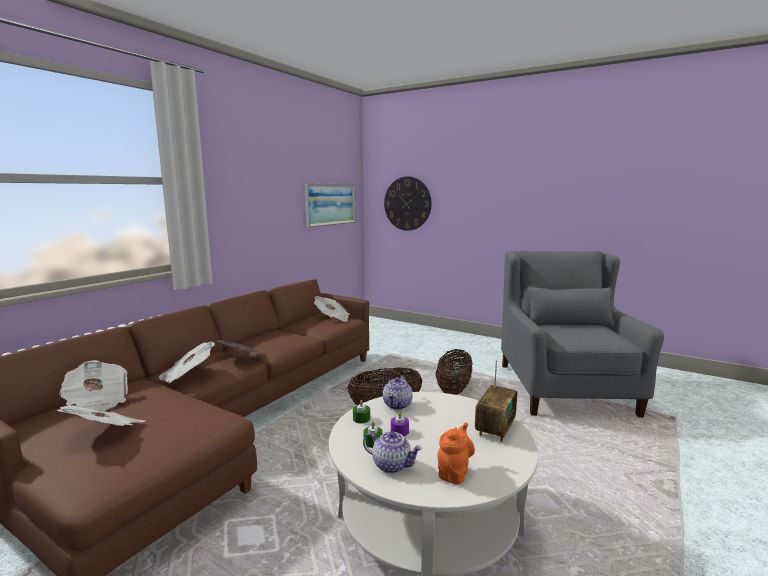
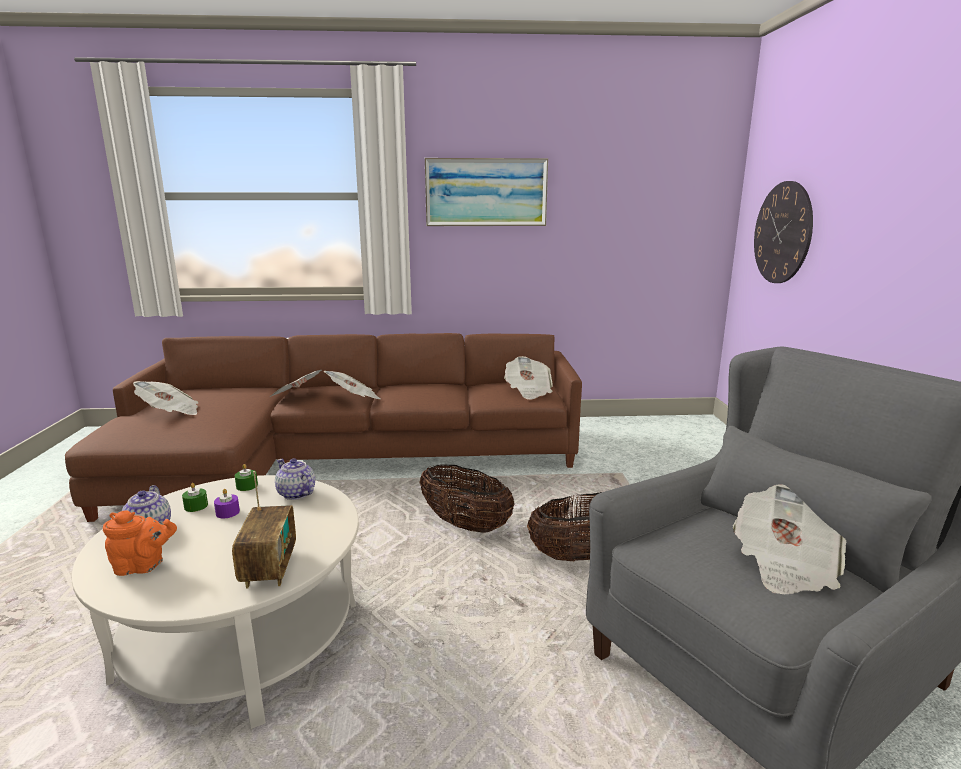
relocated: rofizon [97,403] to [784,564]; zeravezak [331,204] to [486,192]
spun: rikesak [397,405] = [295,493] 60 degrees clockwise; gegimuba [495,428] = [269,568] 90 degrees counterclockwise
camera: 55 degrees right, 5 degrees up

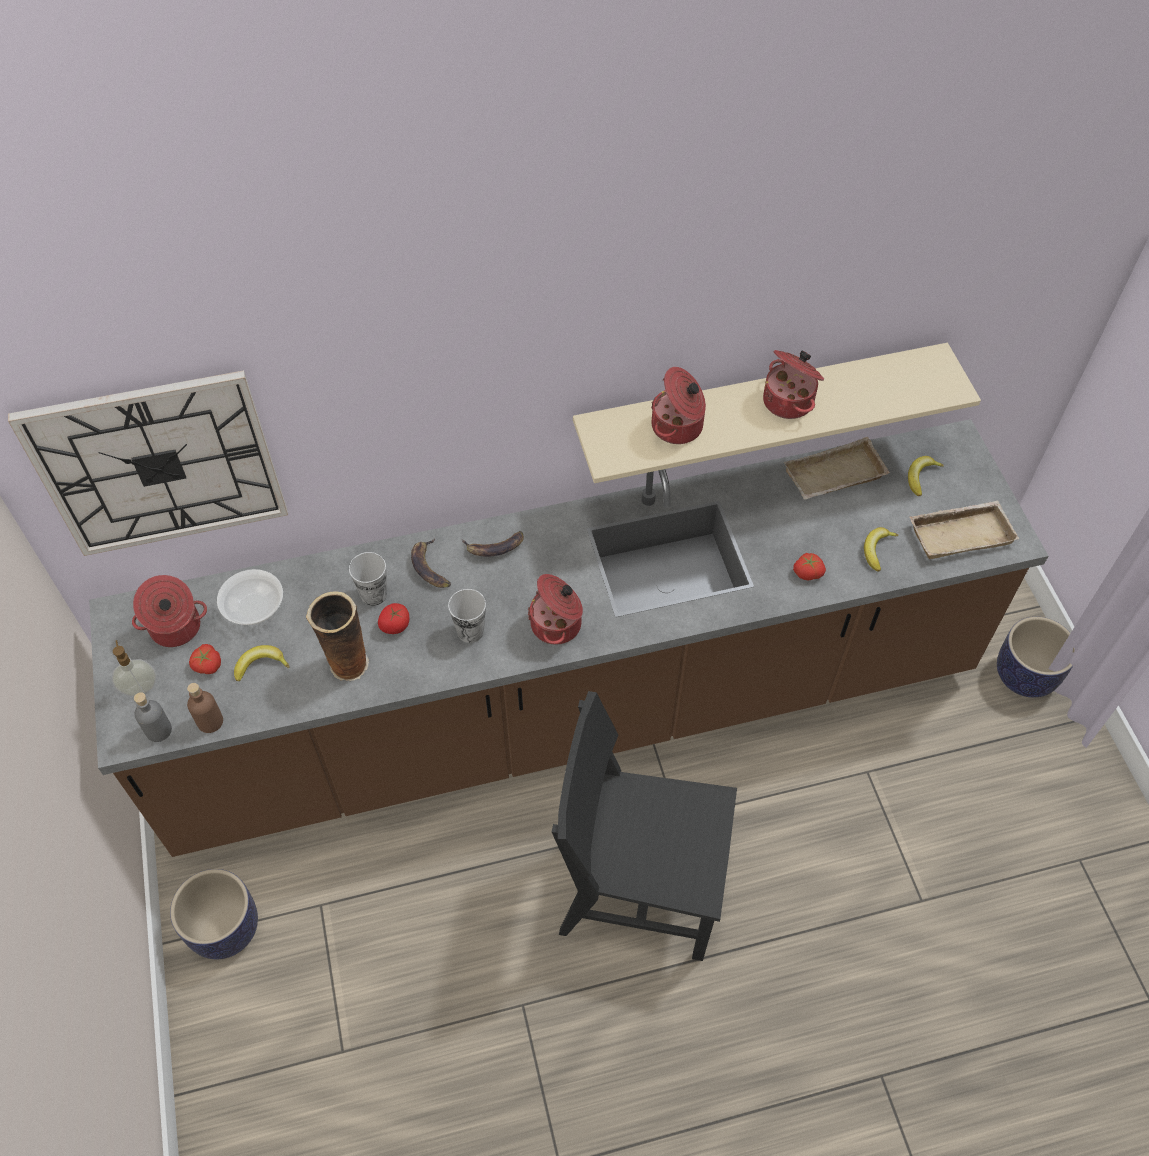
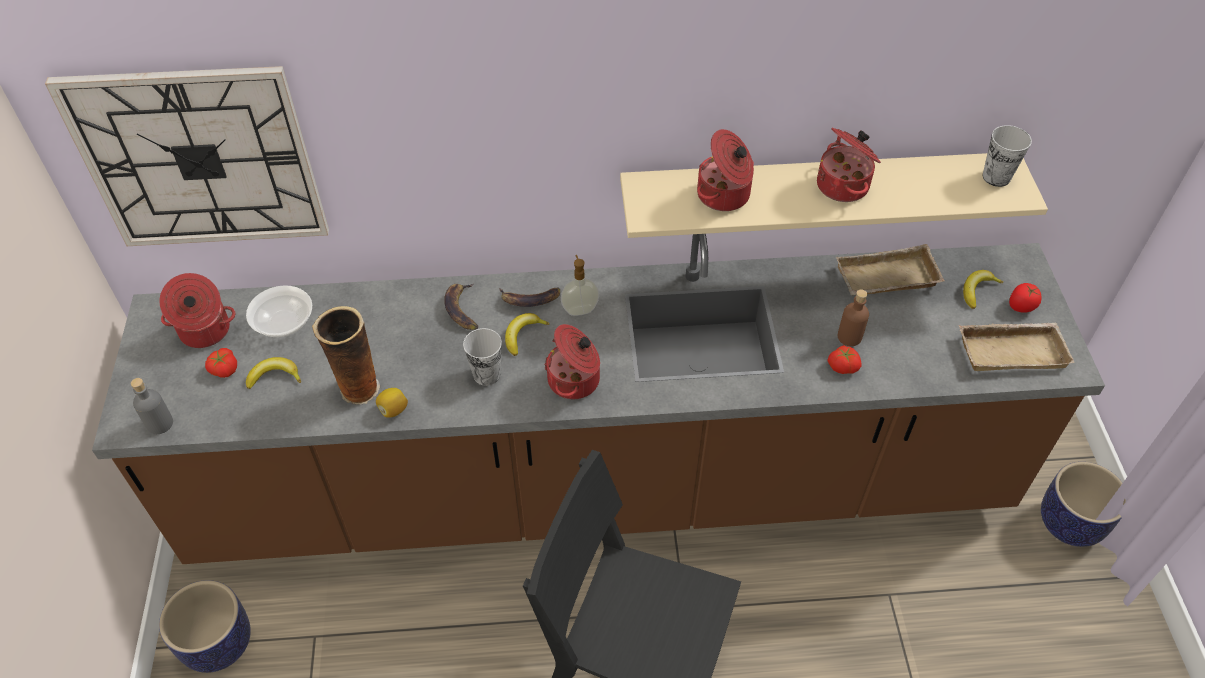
appeared: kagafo [393,410]
relocated: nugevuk [140,687] to [580,309]; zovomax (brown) [210,721] to [849,337]; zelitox [374,594] to [996,177]; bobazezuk [395,626] to [1021,306]; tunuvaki [876,550] to [523,335]
camera: 10 degrees right, 5 degrees down

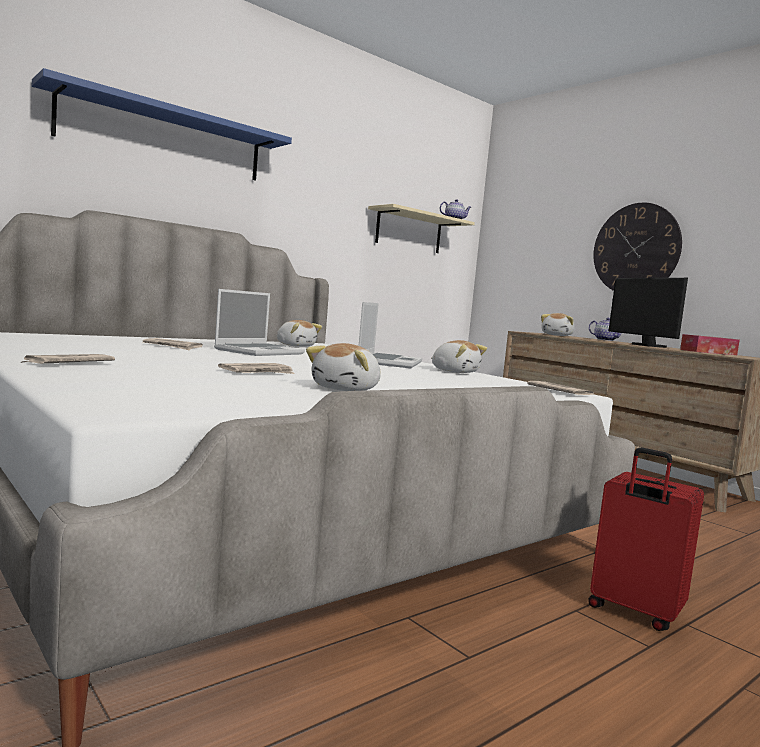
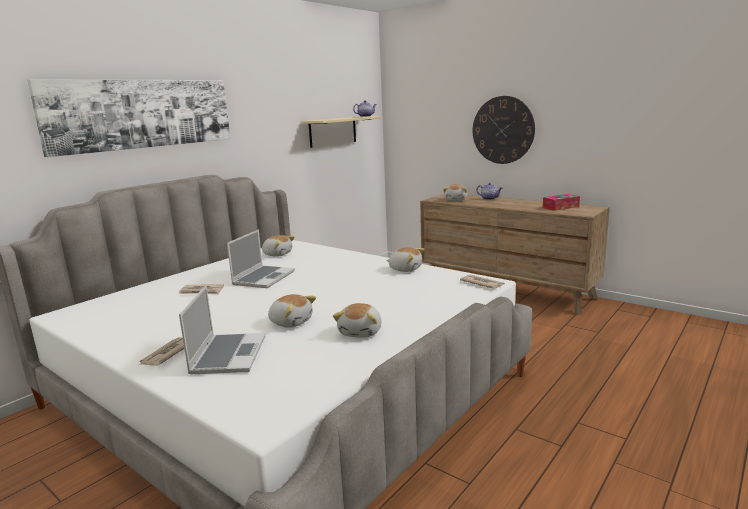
missing: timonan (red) [634,612]; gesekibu [646,345]
relocated: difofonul [389,362] to [228,355]
exchanged: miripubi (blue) [165,137] to zeravezak [142,114]; rofizon [258,372] to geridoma [291,322]
camera: 10 degrees left, 10 degrees up

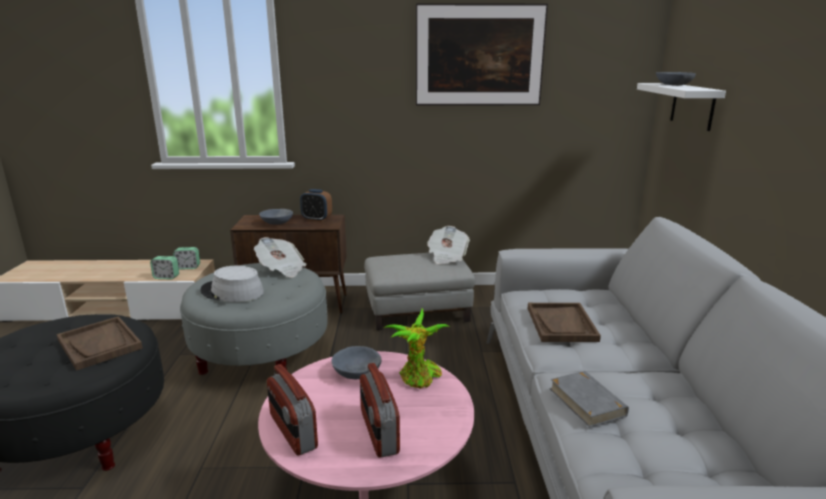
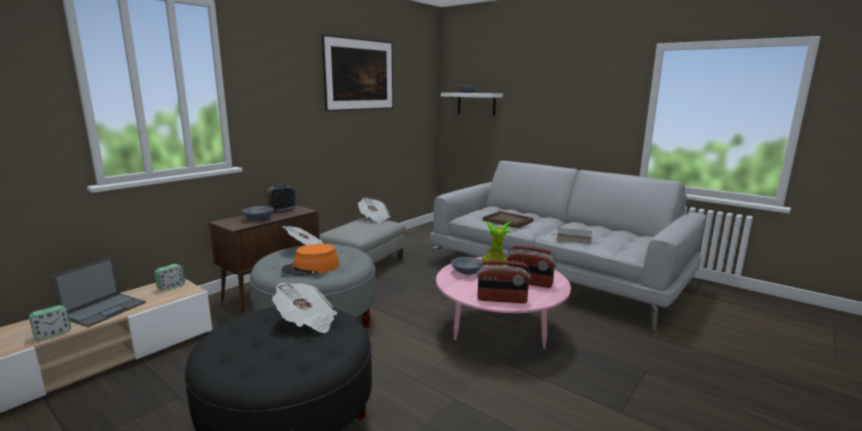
appeared: difofonul [105,309]
relocated: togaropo [166,277] to [53,334]
exchanged: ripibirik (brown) [100,344] to rofizon [307,322]
colour: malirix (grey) [232,292] to malirix (orange) [311,268]
camera: 50 degrees left, 5 degrees down

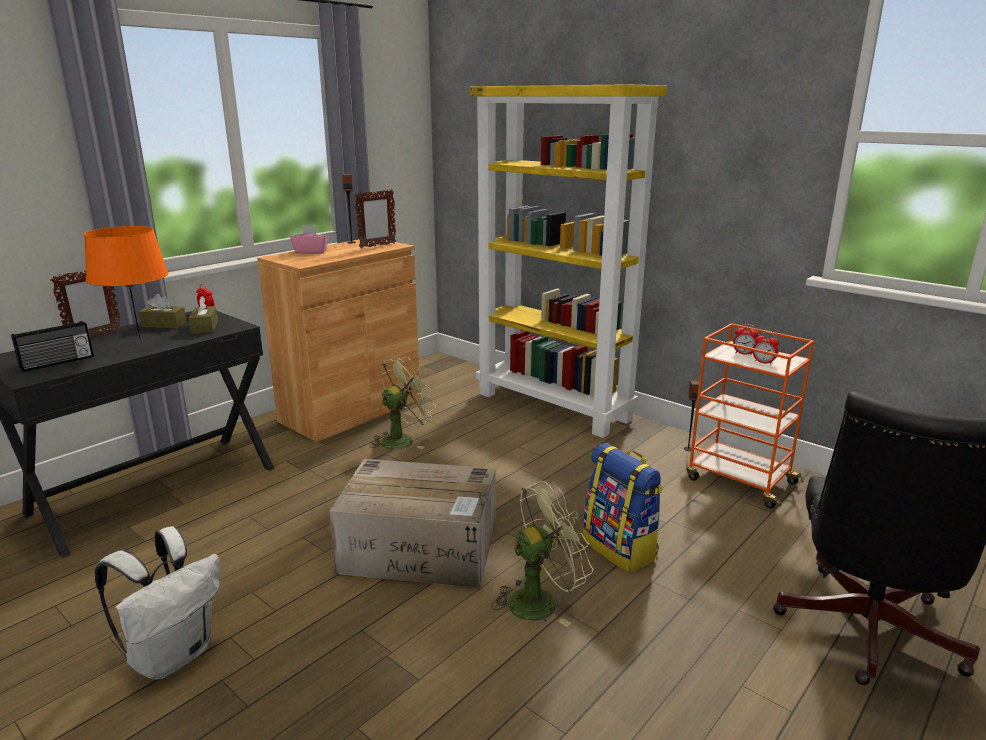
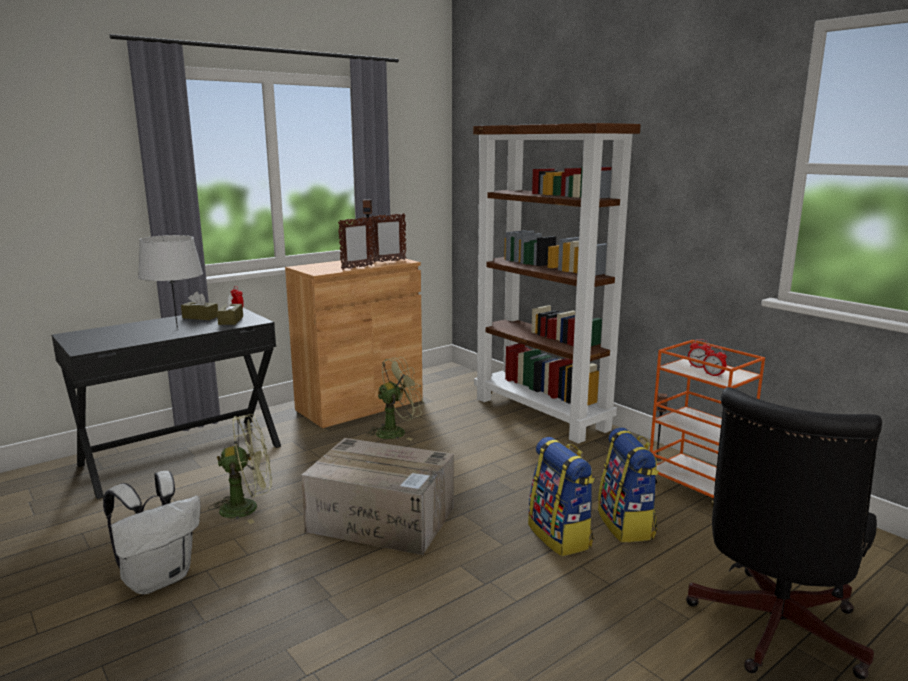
missing: gegimuba [57,363]; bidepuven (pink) [311,252]
appeared: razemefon [627,525]
relocated: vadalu [94,337] to [357,267]; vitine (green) [541,600] to [247,507]
colour: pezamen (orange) [140,341] to pezamen (grey) [177,328]; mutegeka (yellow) [554,406] to mutegeka (brown) [542,414]
camera: 10 degrees right, 5 degrees down

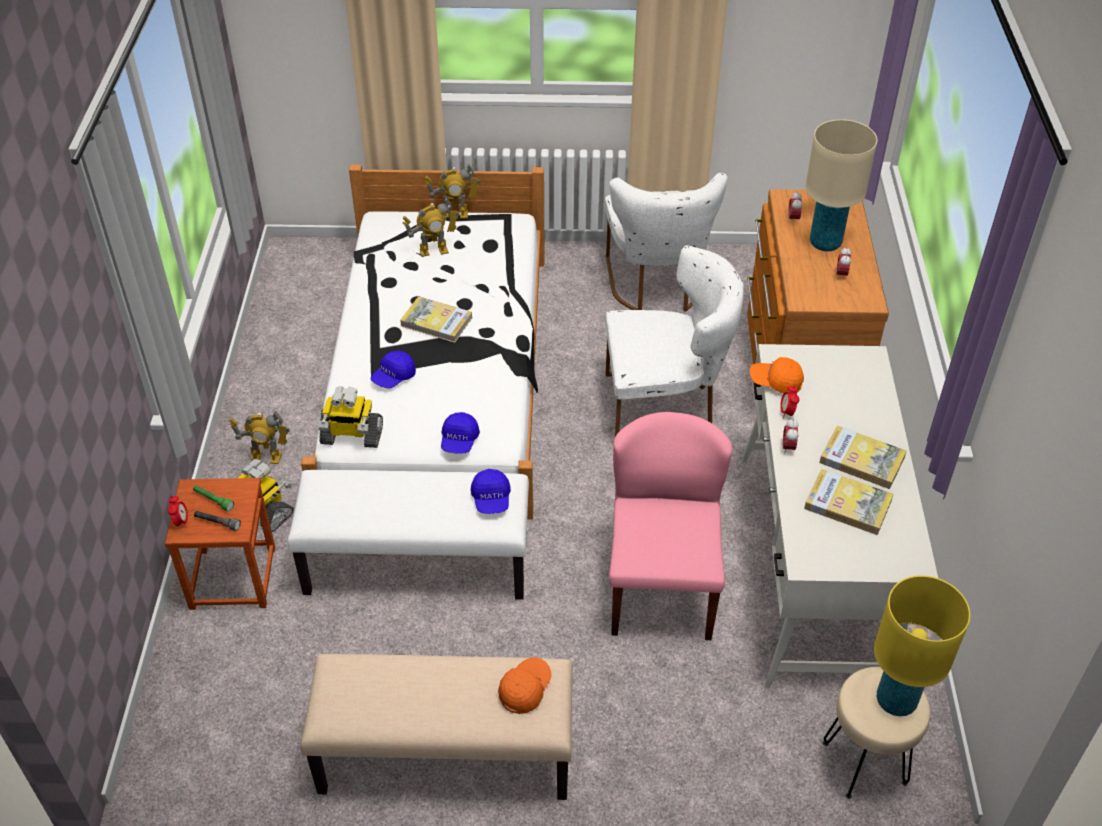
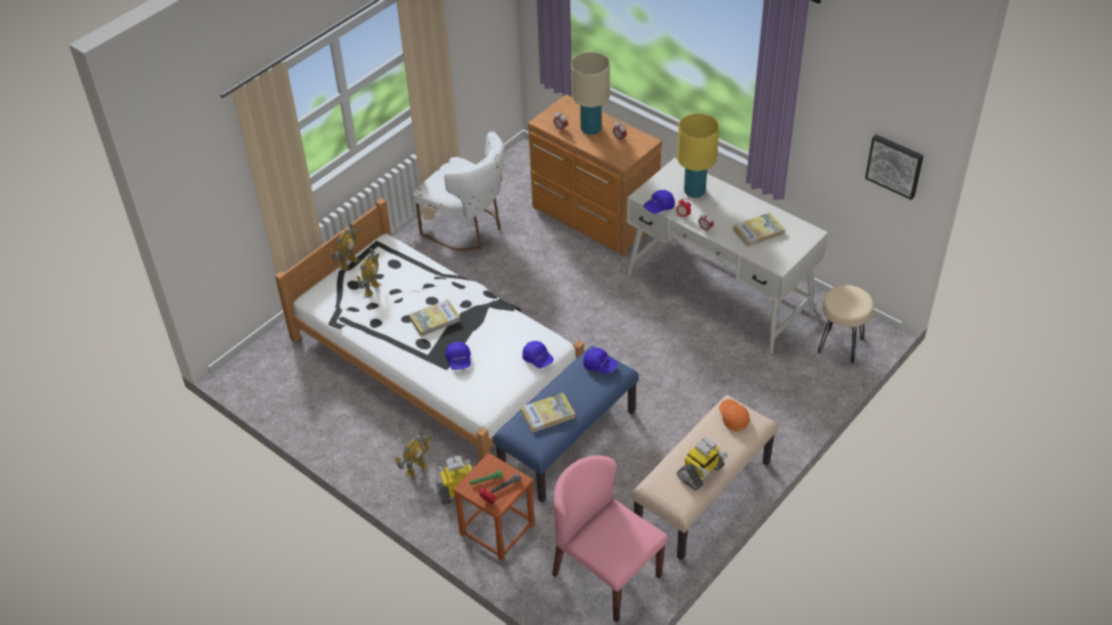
missing: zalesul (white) [664,407]
appeared: zeravezak [895,165]
relocated: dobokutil [351,436] to [701,472]; zalesul (pink) [661,588] to [606,574]; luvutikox [862,460] to [547,414]; pezamen (yellow) [896,700] to [694,192]
colour: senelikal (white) [418,563] to senelikal (blue) [567,442]; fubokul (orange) [775,382] to fubokul (blue) [659,207]
camera: 50 degrees left, 0 degrees up

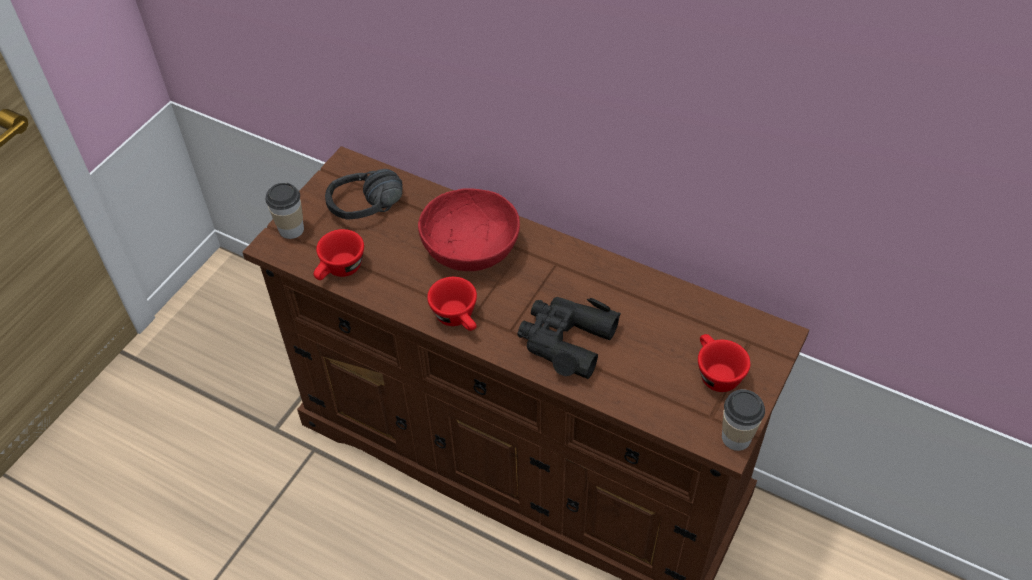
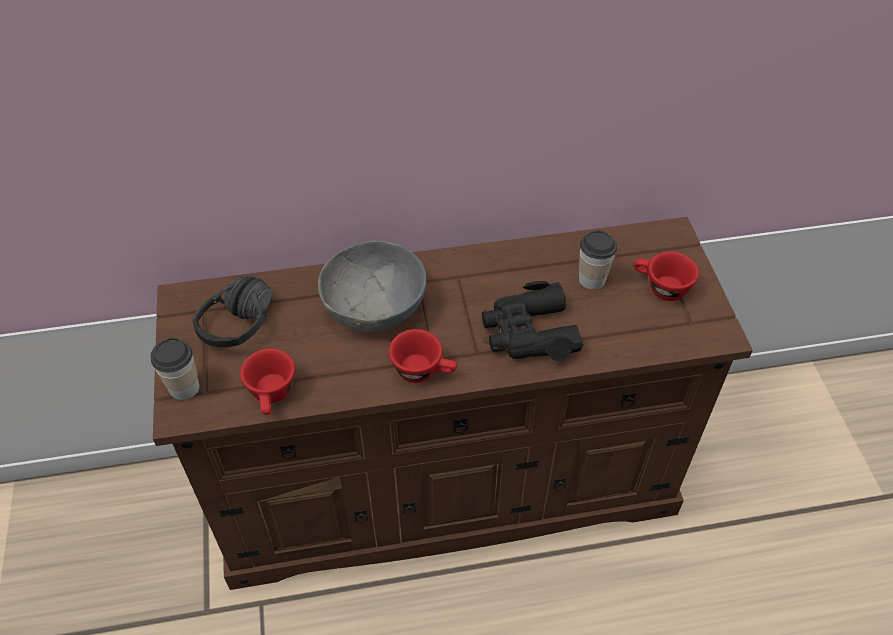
relocated: zelitox [736,437] to [592,279]
colour: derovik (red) [471,250] to derovik (grey) [375,307]
camera: 40 degrees left, 0 degrees up

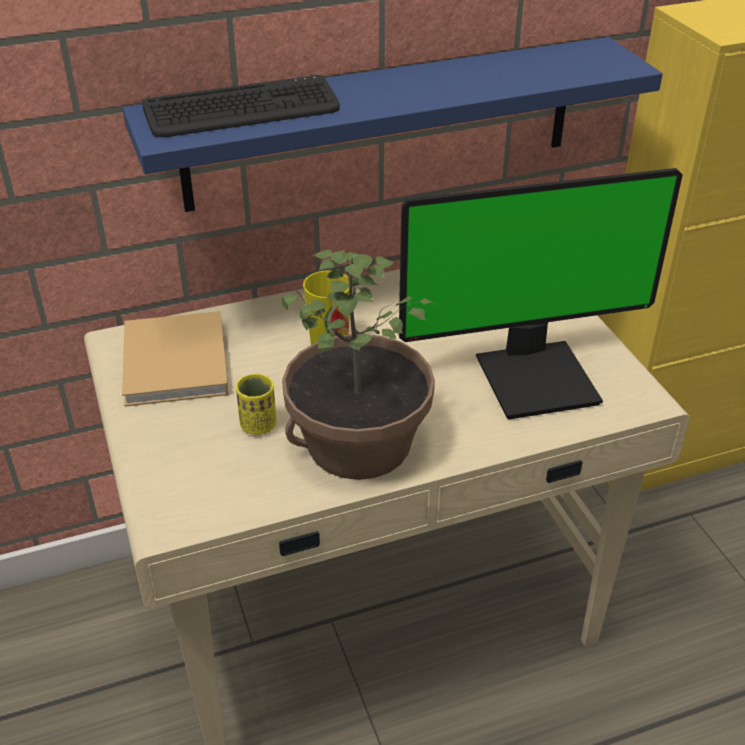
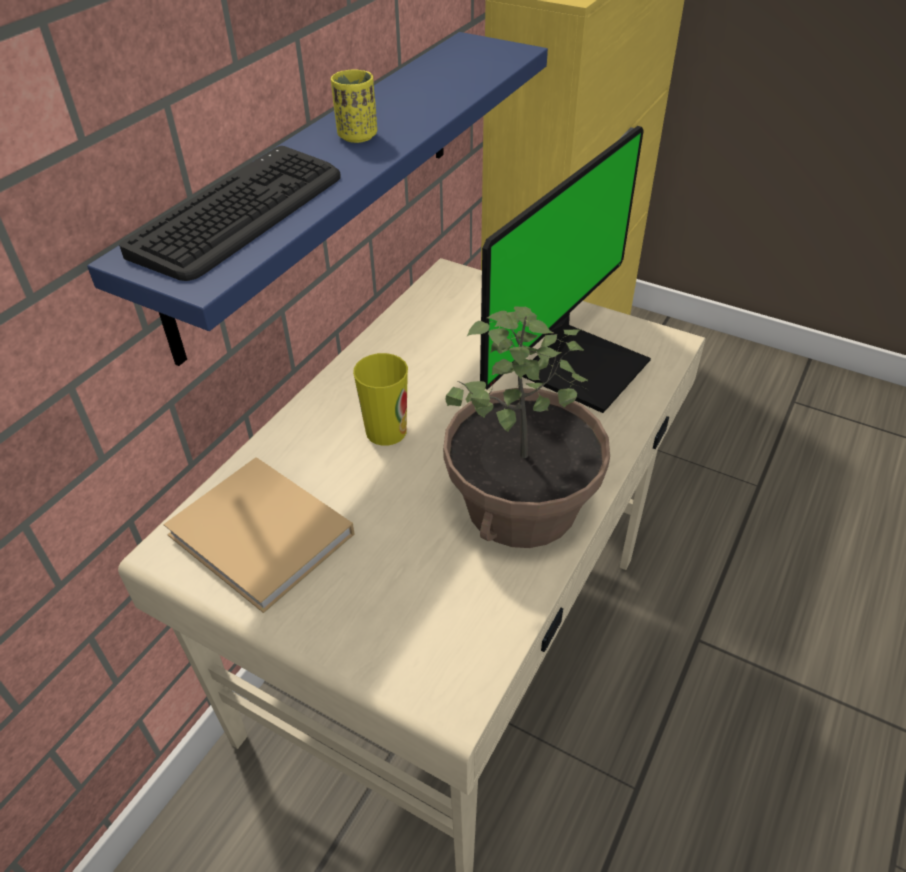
relocated: zelitox (yellow) [258,425] to [357,136]
camera: 40 degrees left, 5 degrees up

